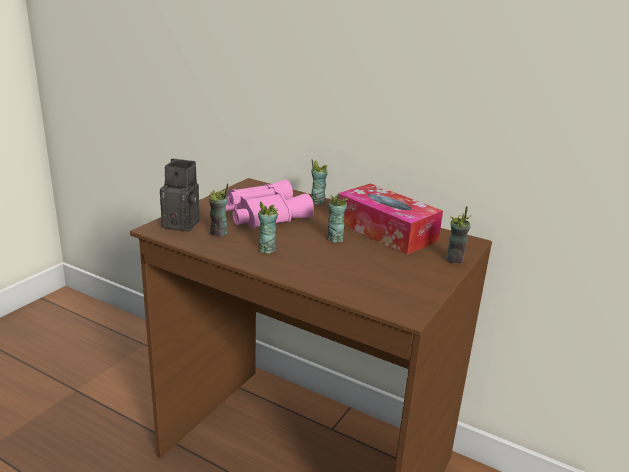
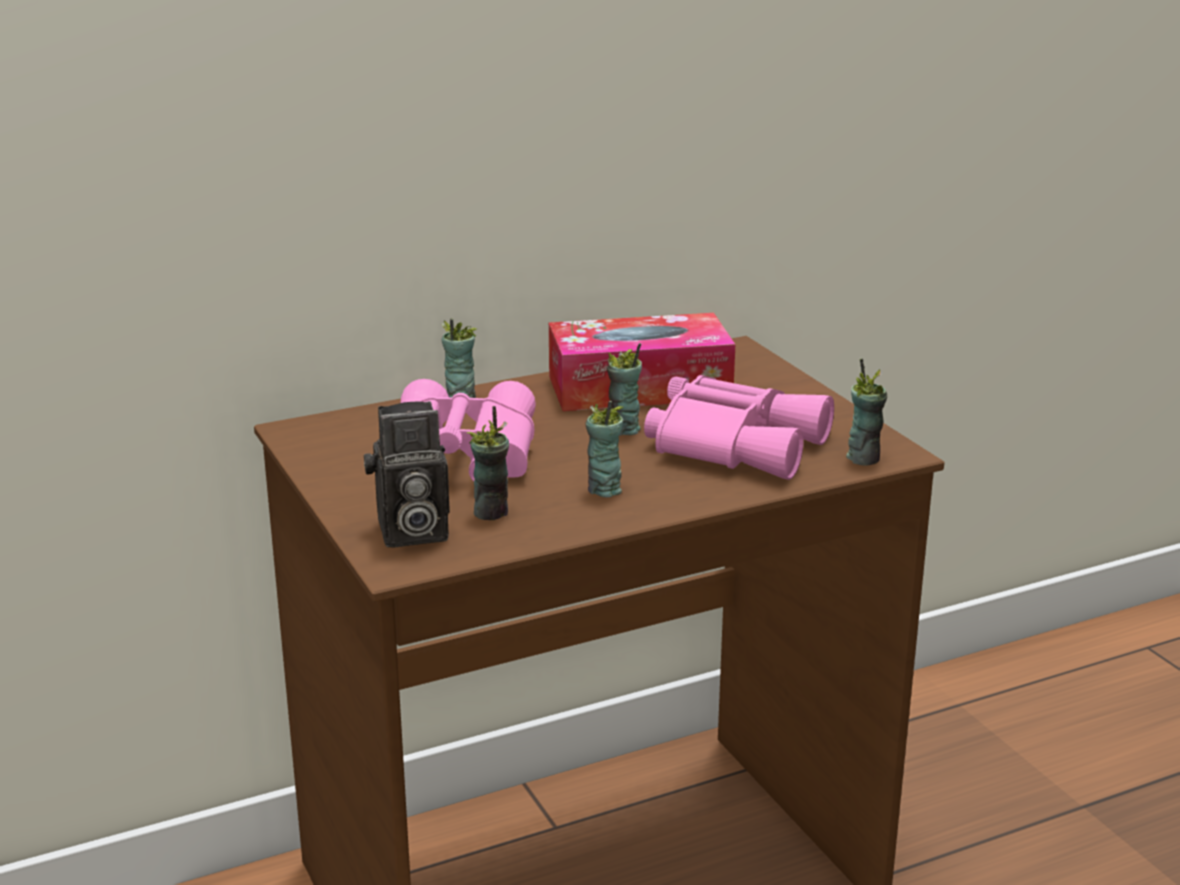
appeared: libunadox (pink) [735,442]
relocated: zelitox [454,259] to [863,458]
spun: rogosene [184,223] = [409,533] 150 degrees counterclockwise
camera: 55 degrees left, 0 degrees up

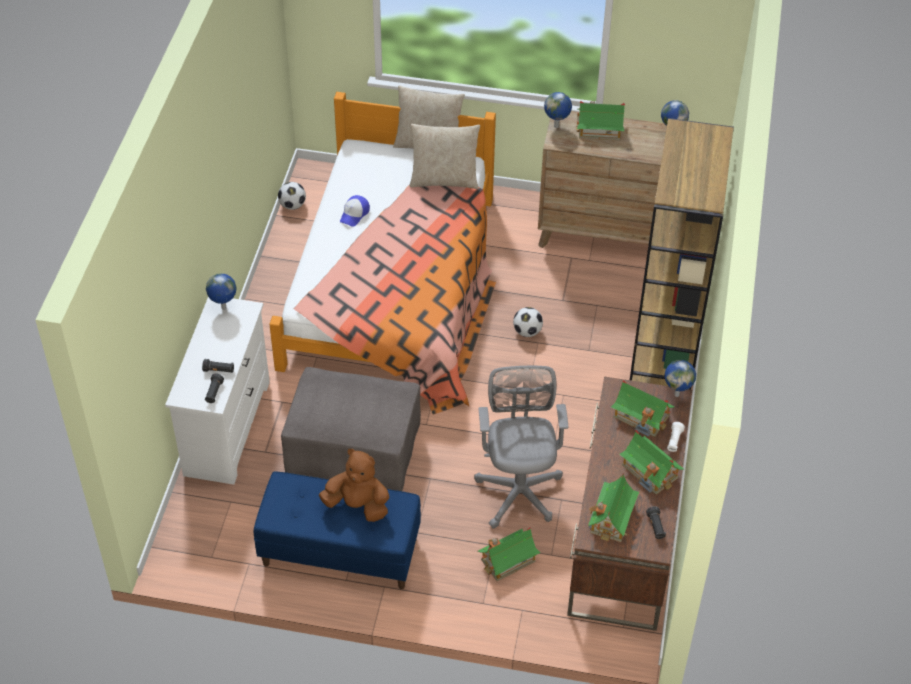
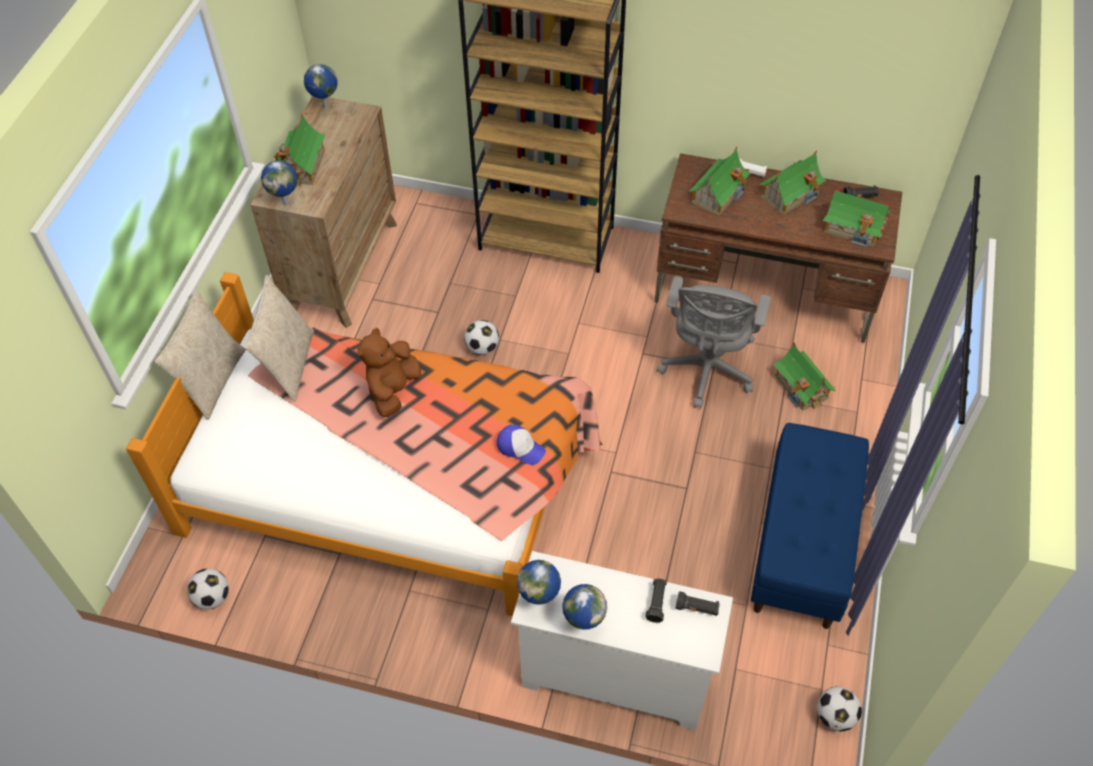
missing: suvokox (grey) [354,448]
appeared: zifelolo [835,716]
relocated: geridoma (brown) [357,505] to [393,390]; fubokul [354,214] to [520,447]; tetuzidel [677,394] to [583,624]
spun: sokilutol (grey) [519,488] = [706,371] 75 degrees counterclockwise
camera: 85 degrees left, 5 degrees up

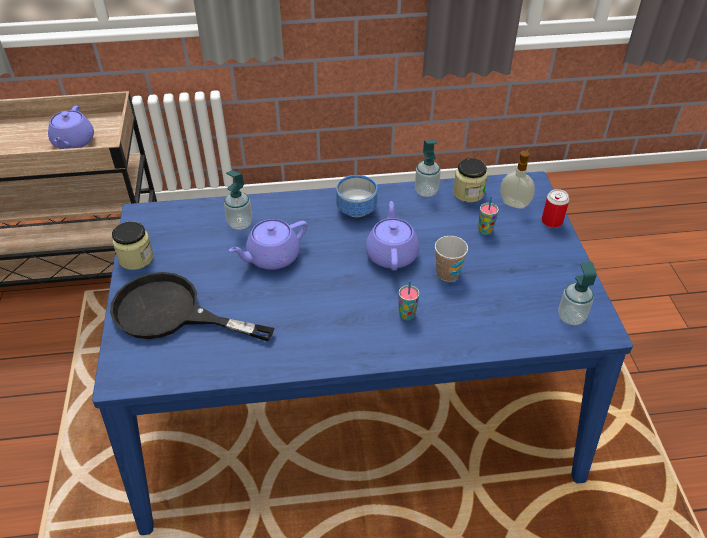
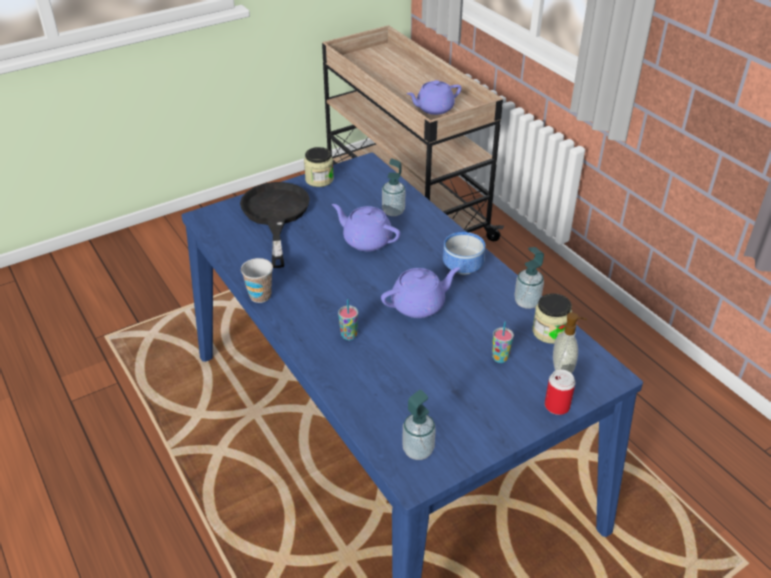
relocated: zelitox [447,274] to [260,296]
camera: 65 degrees right, 5 degrees down

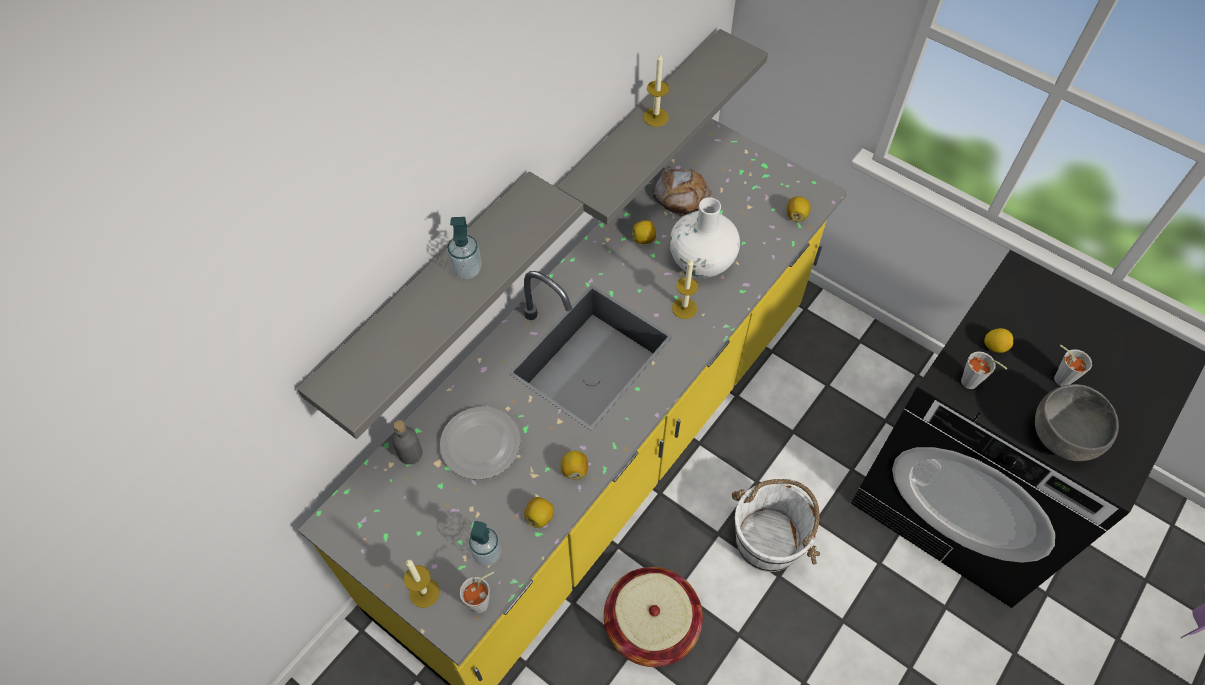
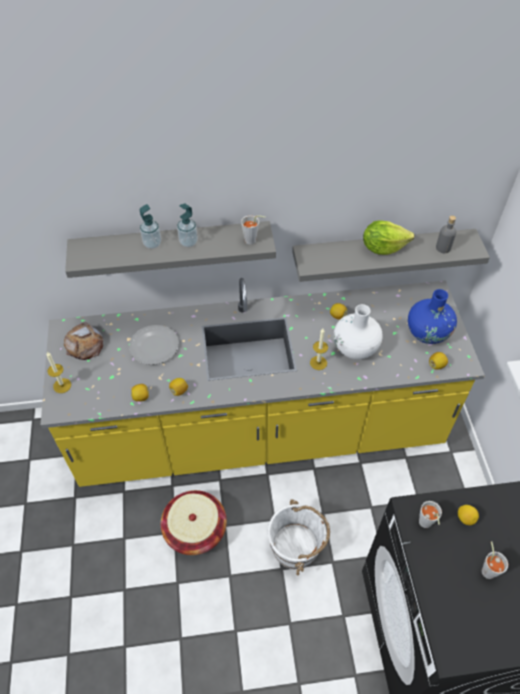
missing: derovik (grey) [1060,437]
appeared: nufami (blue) [427,333]
relocated: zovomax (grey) [410,453] to [443,248]; zelitox (grey) [483,602] to [253,241]; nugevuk [487,554] to [152,244]; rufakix [681,195] to [85,344]
exchanged: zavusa [656,117] to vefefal [383,248]
camera: 45 degrees right, 5 degrees down

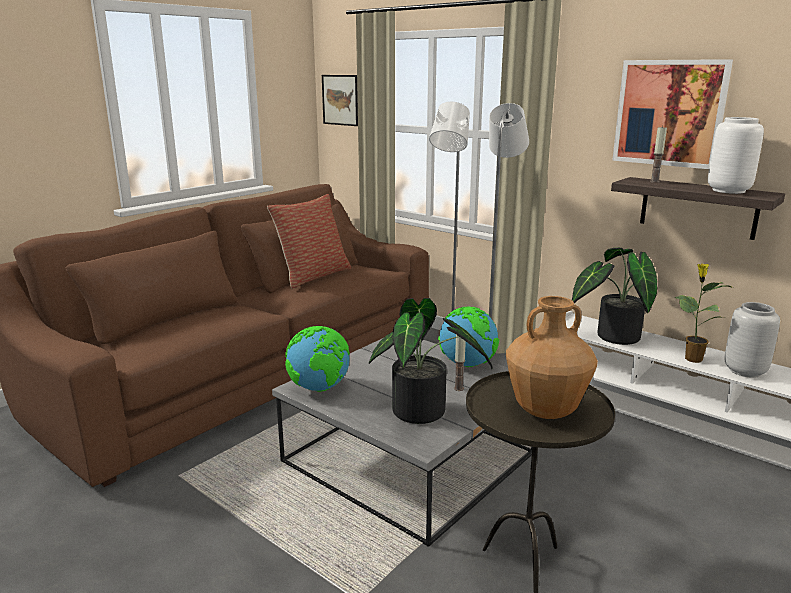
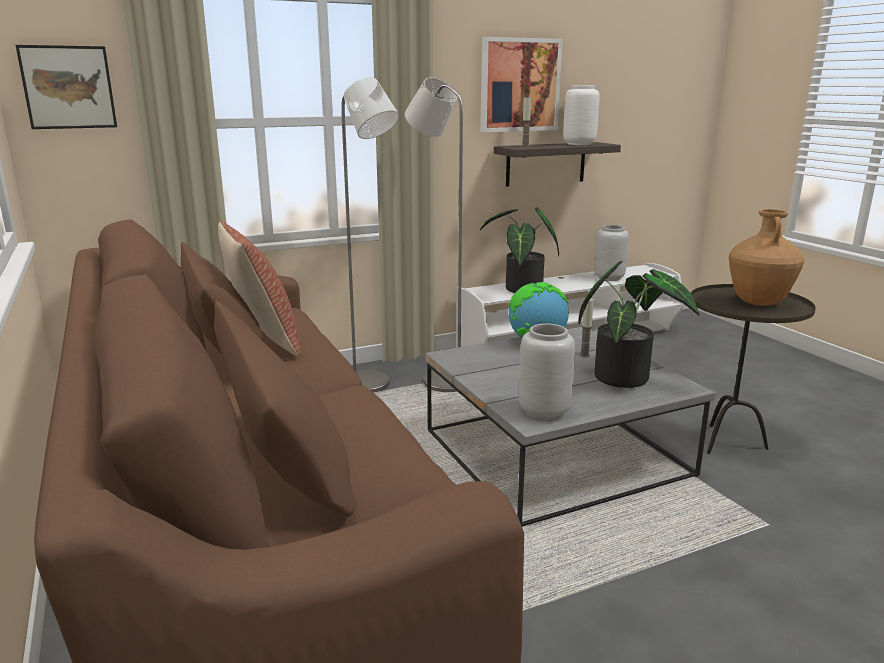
missing: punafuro [692,359]
exchanged: tetuzidel [320,388] to nufami (grey) [544,411]
camera: 65 degrees left, 0 degrees up

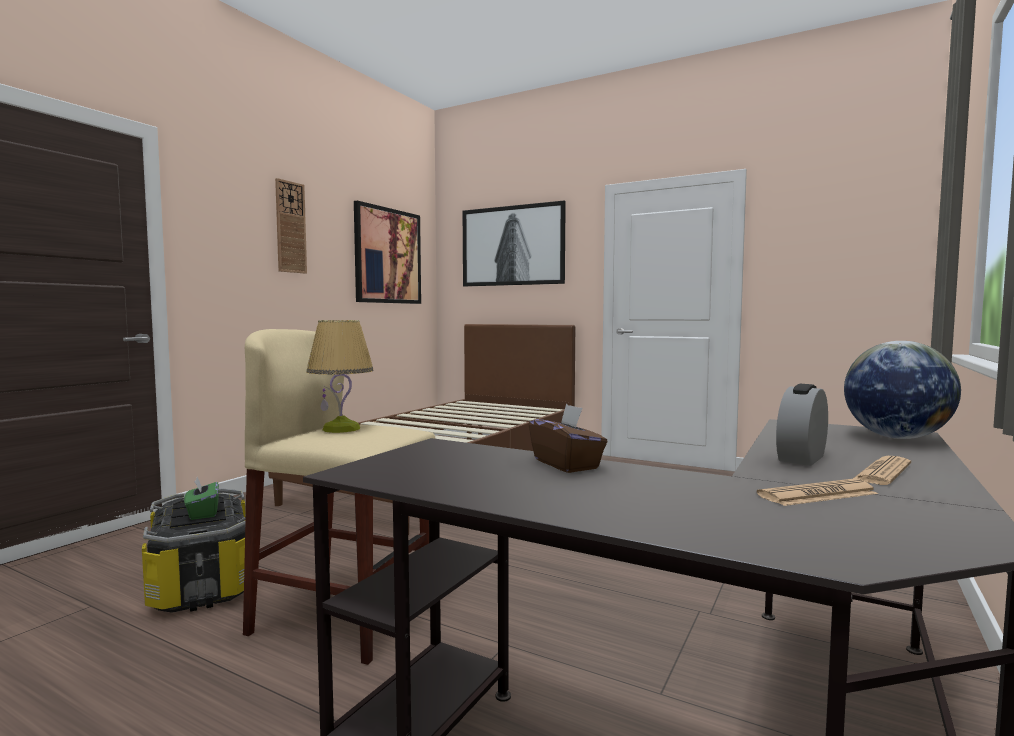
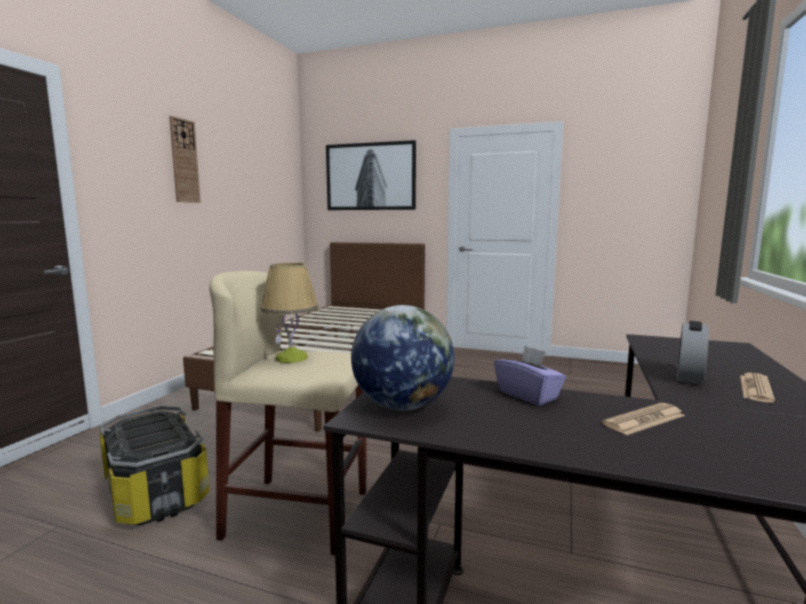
missing: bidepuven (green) [202,513]; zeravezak [388,256]
relocated: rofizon [817,494] to [644,420]; tetuzidel [896,437] to [402,406]
colour: bidepuven (brown) [566,464] to bidepuven (purple) [528,395]
camera: 10 degrees left, 5 degrees up

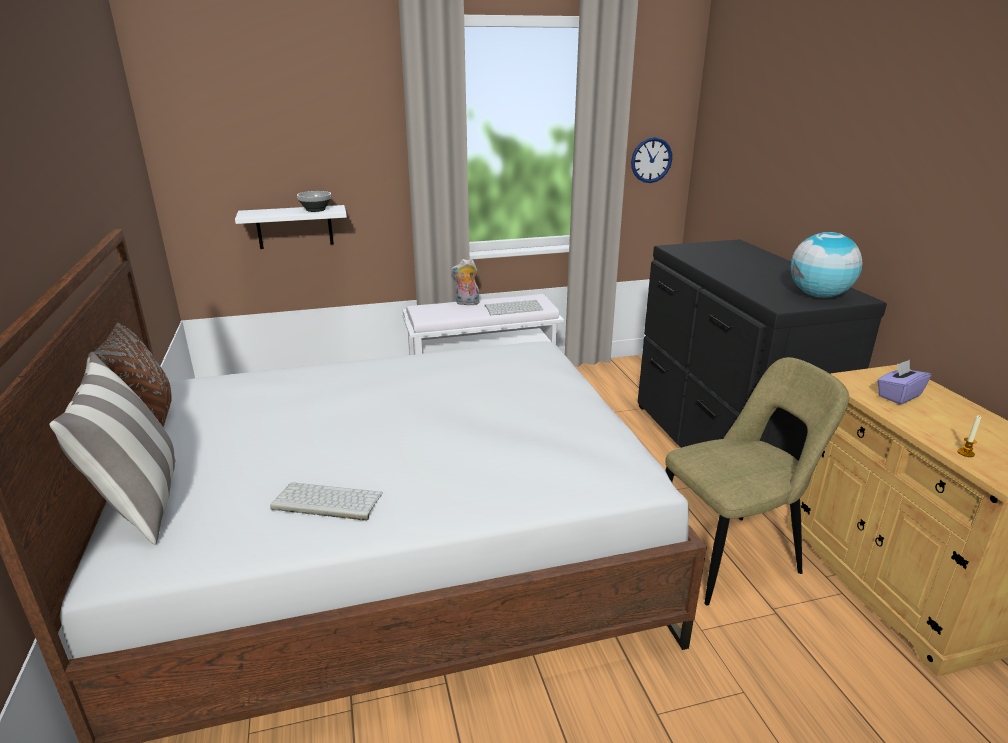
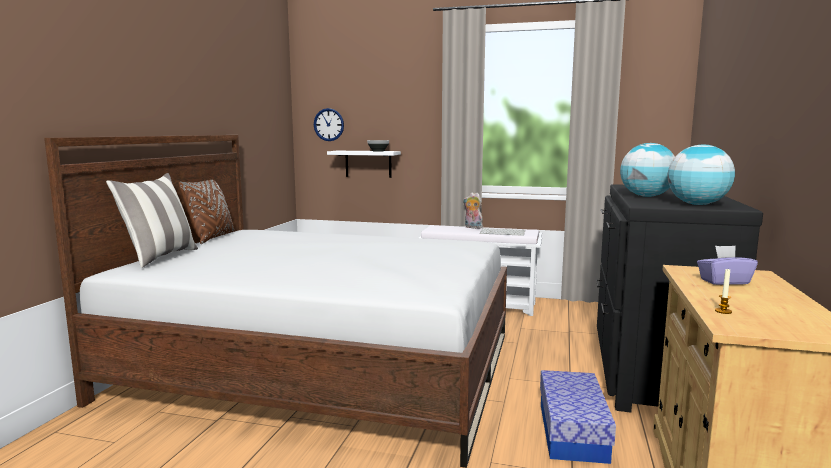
missing: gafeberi [325,502]
appeared: tetuzidel [646,196]
relocated: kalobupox [651,160] to [329,124]
exchanged: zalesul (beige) [730,557] to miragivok [572,432]
camera: 30 degrees right, 15 degrees down

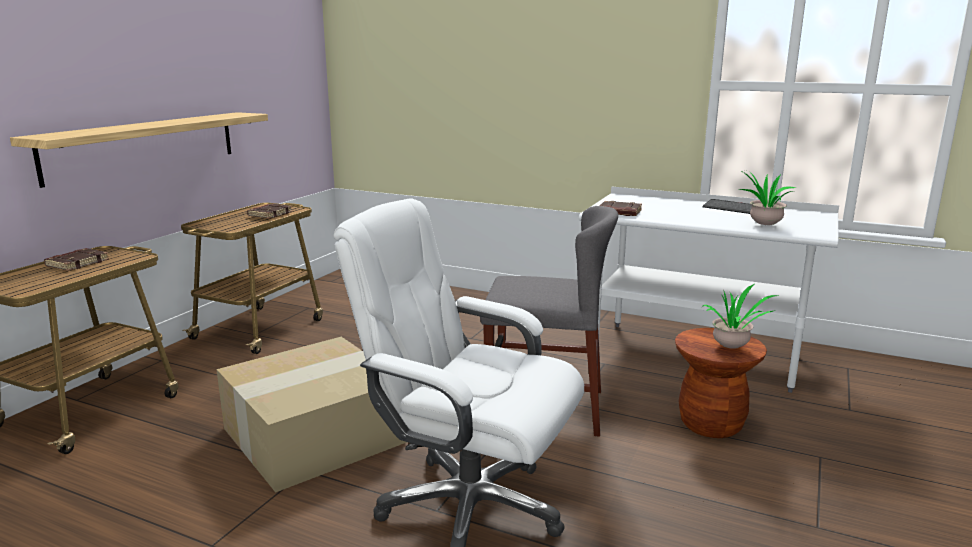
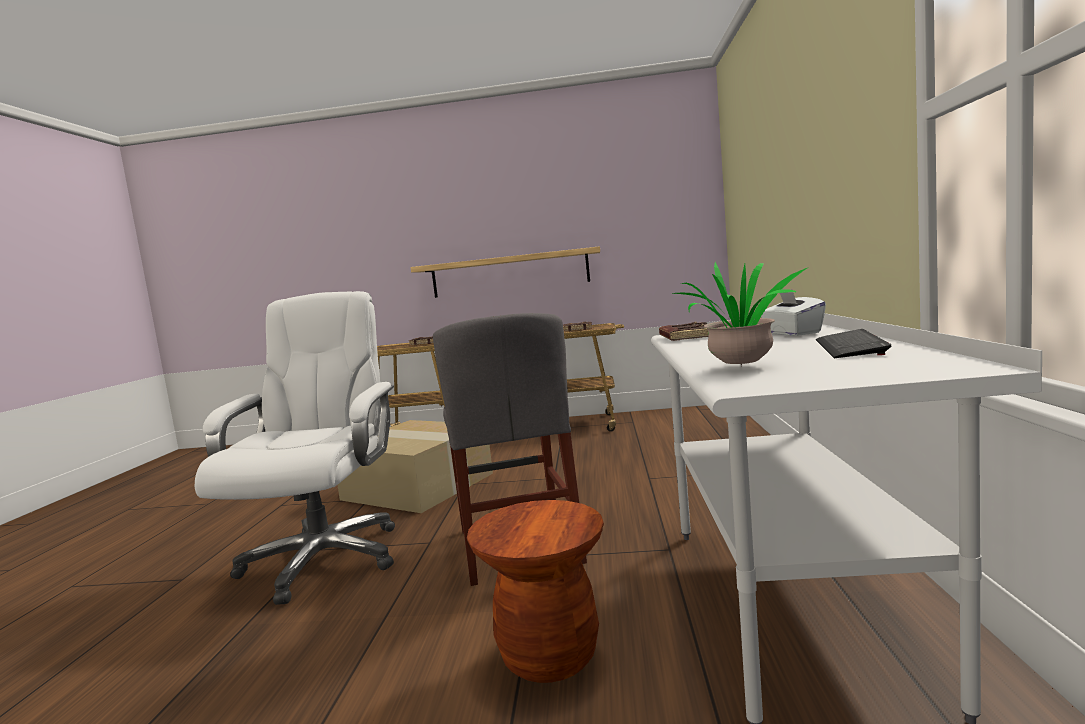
missing: punafuro [733,347]
appeared: bidepuven (white) [792,333]
camera: 70 degrees right, 10 degrees down

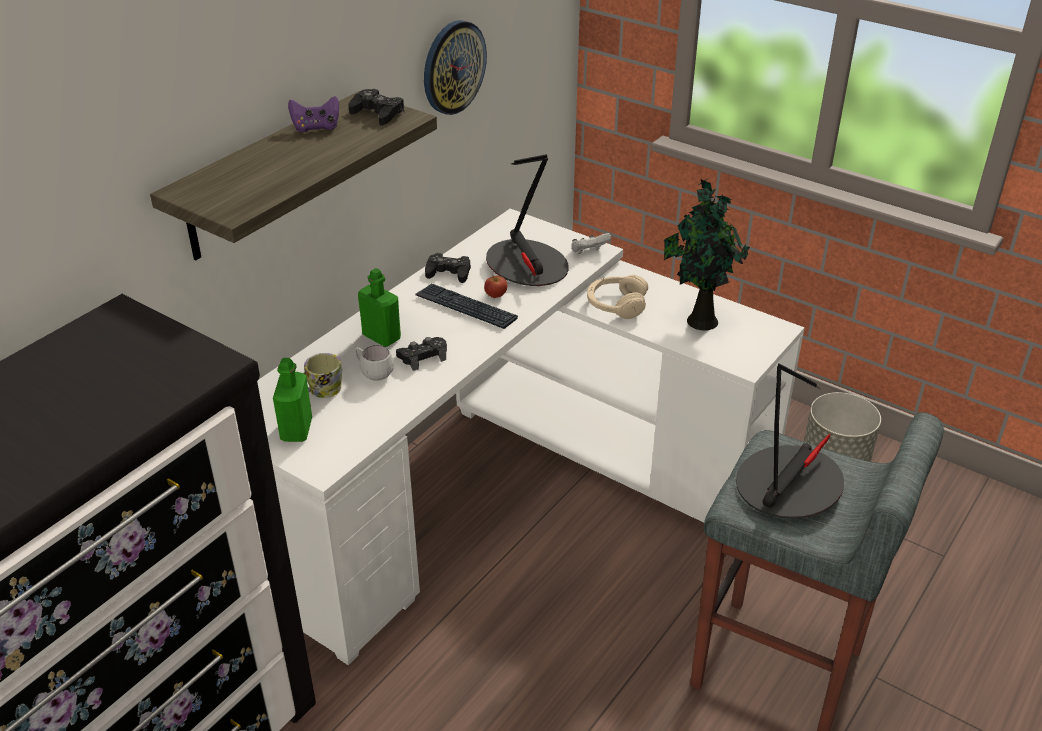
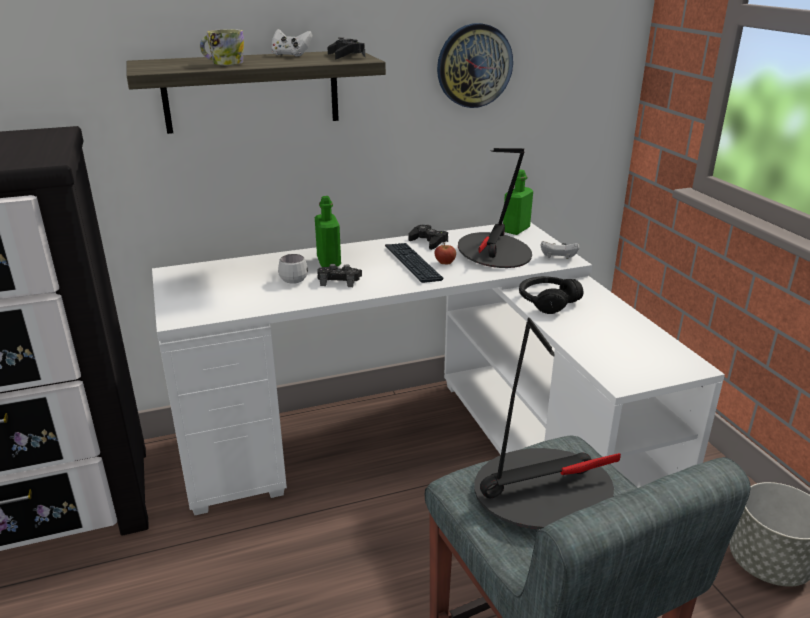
missing: punafuro [699,320]
relocated: zovomax (green) [296,430] to [516,230]; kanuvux [321,390] to [223,63]
colour: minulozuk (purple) [316,128] to minulozuk (white) [291,55]; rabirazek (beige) [616,305] to rabirazek (black) [547,302]
camera: 35 degrees right, 10 degrees down

